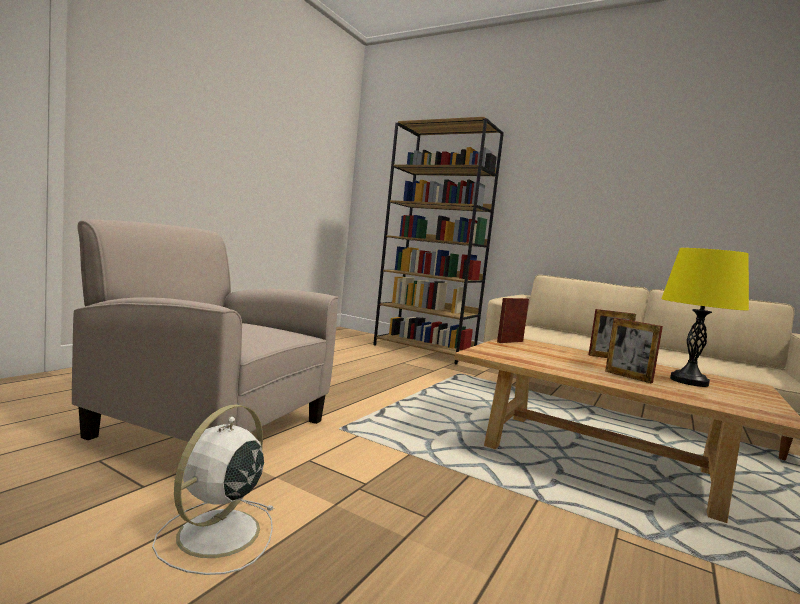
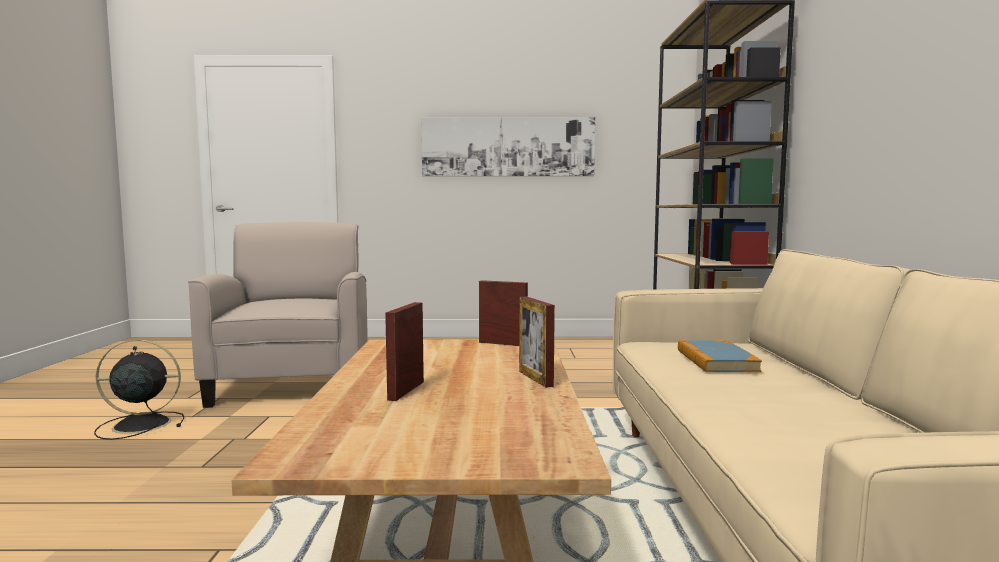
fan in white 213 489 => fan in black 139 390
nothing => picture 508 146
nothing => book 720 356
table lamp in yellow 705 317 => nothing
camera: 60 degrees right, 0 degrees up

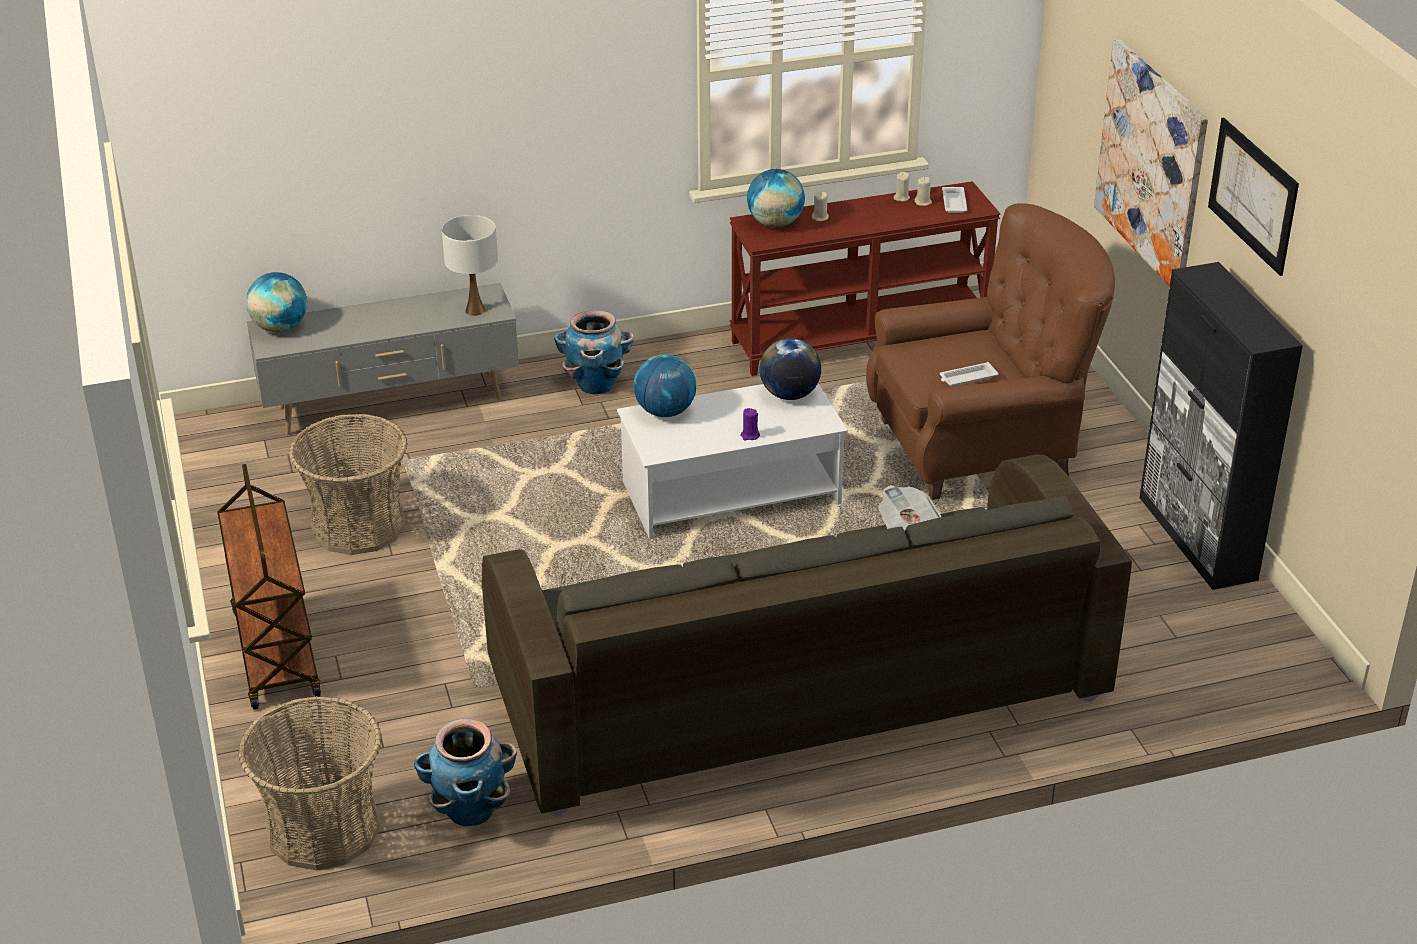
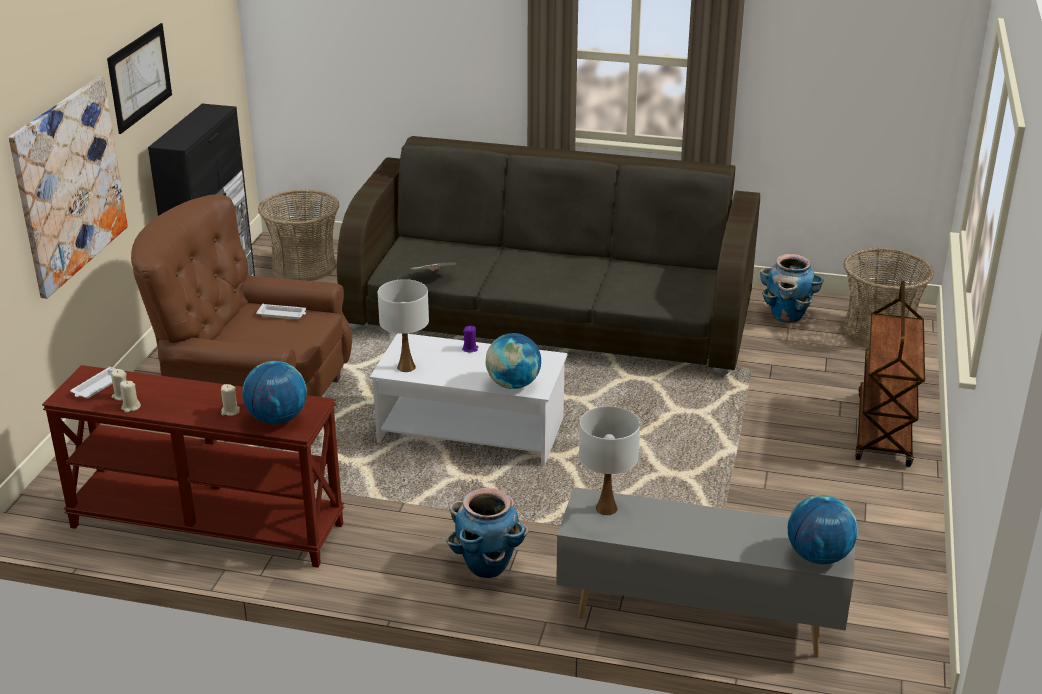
basket 348 484 => basket 298 235, shifted
globe 790 369 => table lamp in white 403 325
camera: 150 degrees left, 5 degrees down

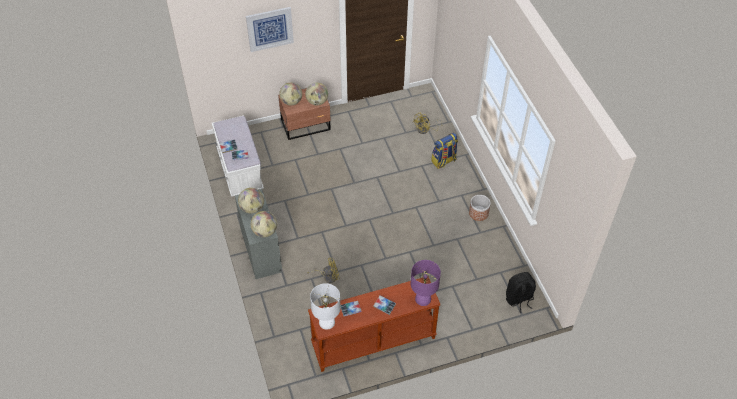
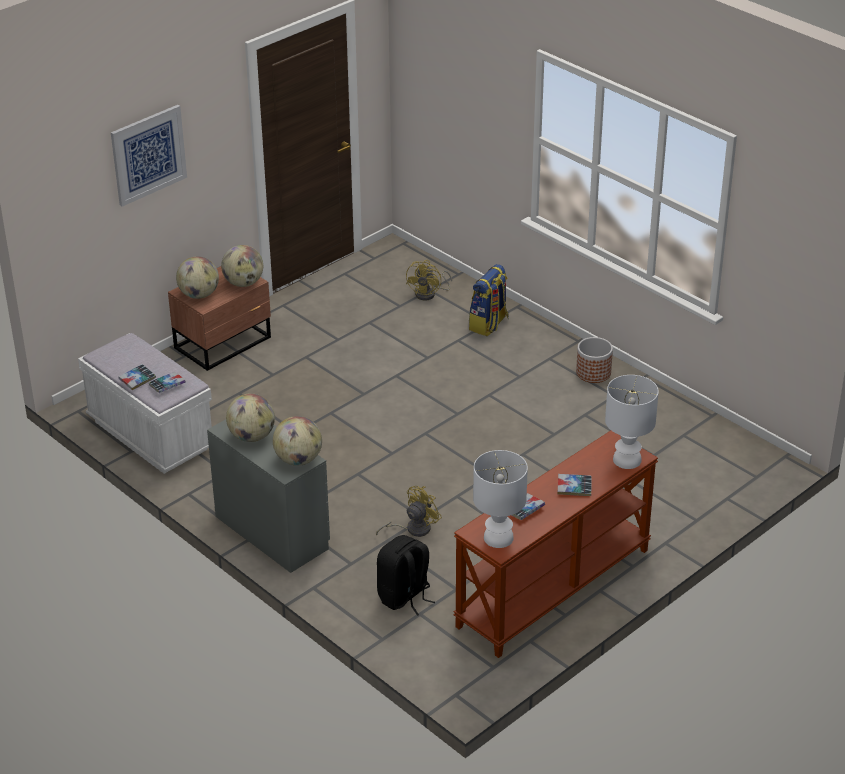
backpack in black 521 292 => backpack in black 406 575, shifted
table lamp in purple 426 283 => table lamp in white 632 422
camera: 25 degrees left, 15 degrees down

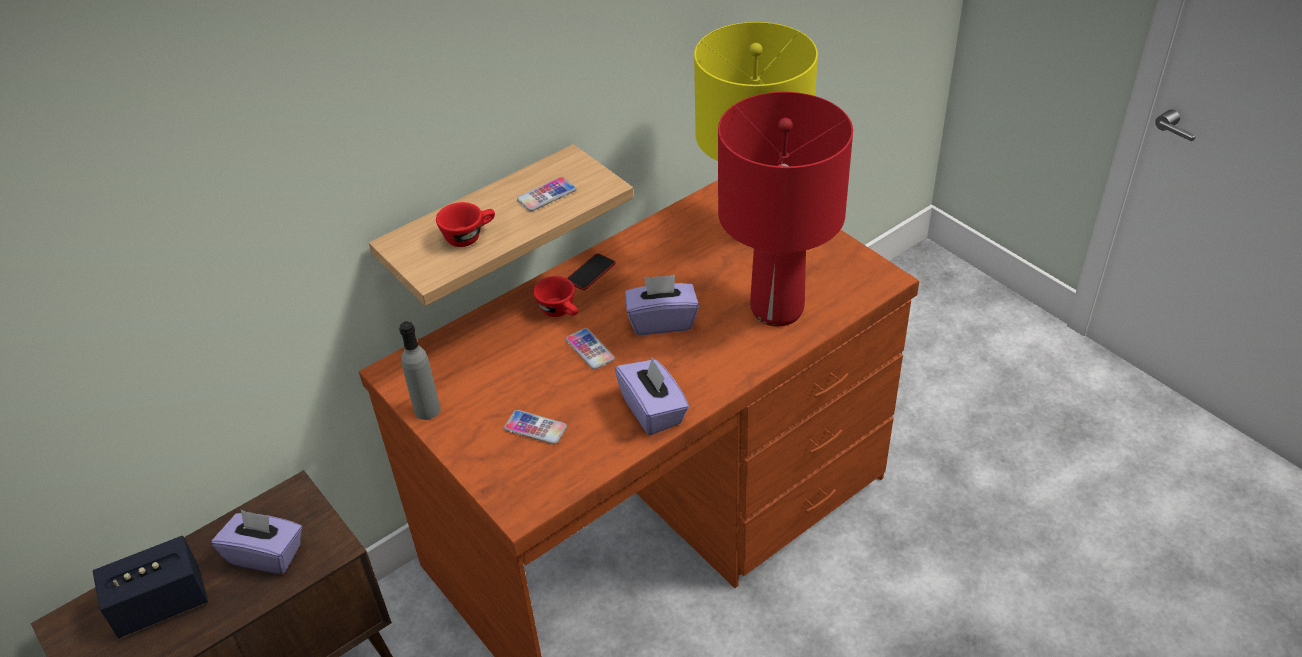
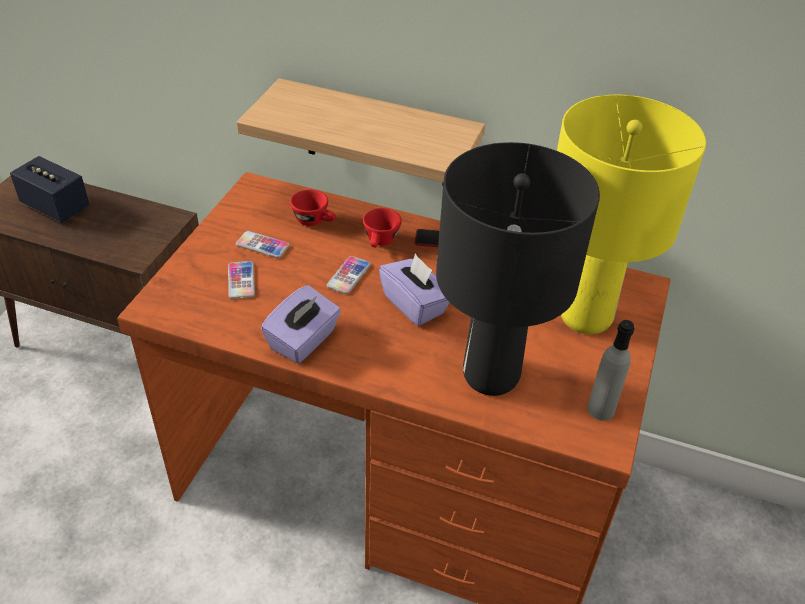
phone 547 194 => phone 263 244, shifted
cup in red 465 224 => cup in red 313 207, shifted
table lamp in red 785 209 => table lamp in black 518 269
bottle in grey 420 370 => bottle in grey 611 370, shifted
tissue box in purple 257 541 => nothing
camera: 55 degrees right, 0 degrees up

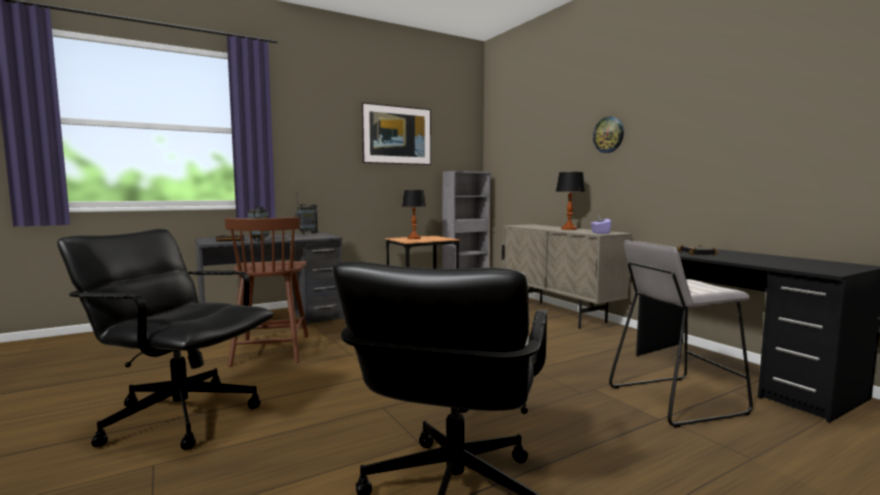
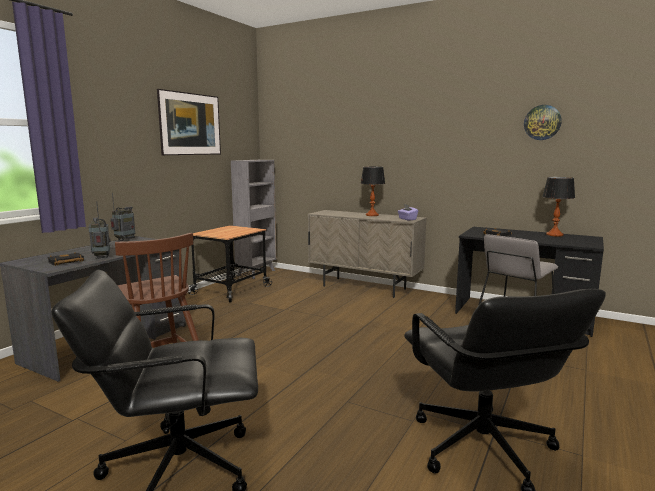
wall clock 608 134 => wall clock 543 122, shifted
table lamp 414 214 => table lamp 558 207, shifted
camera: 30 degrees left, 5 degrees up

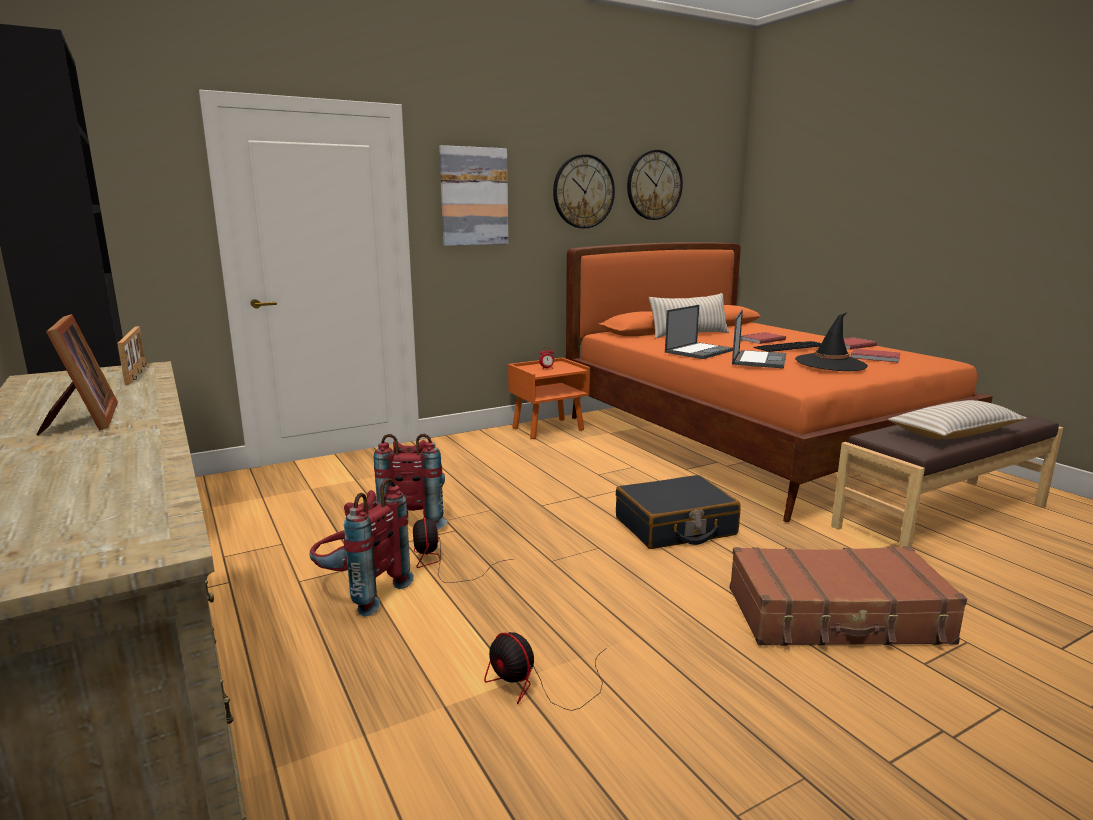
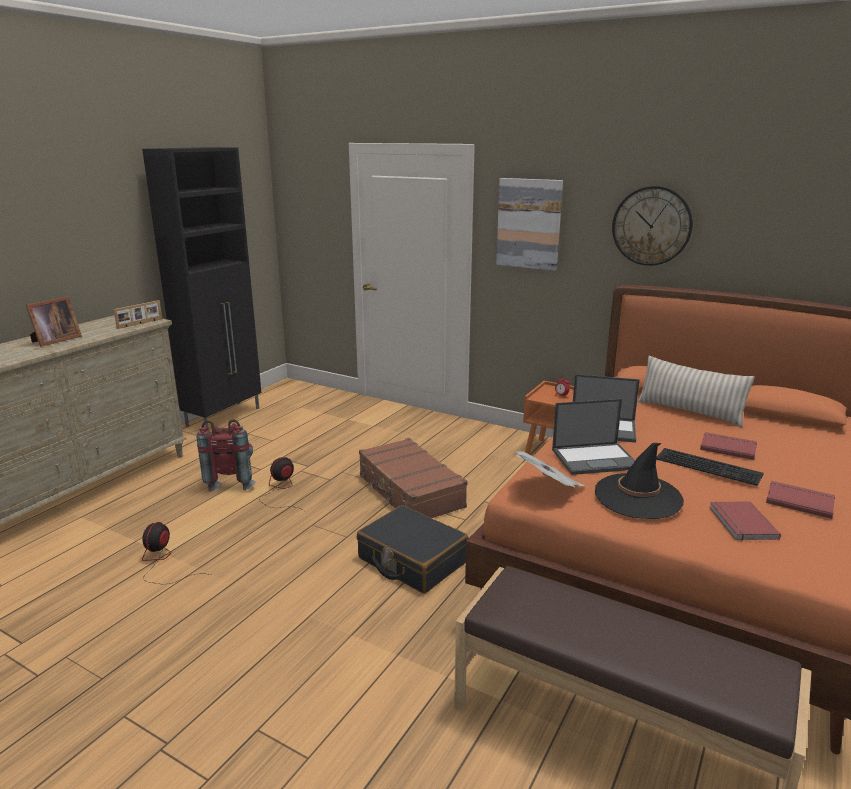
suitcase in brown 848 596 => suitcase in brown 413 478, shifted
nothing => newspaper 550 469
backpack in red 411 482 => nothing
wall clock 655 185 => nothing
pillow in beige 957 419 => nothing
camera: 60 degrees right, 5 degrees up

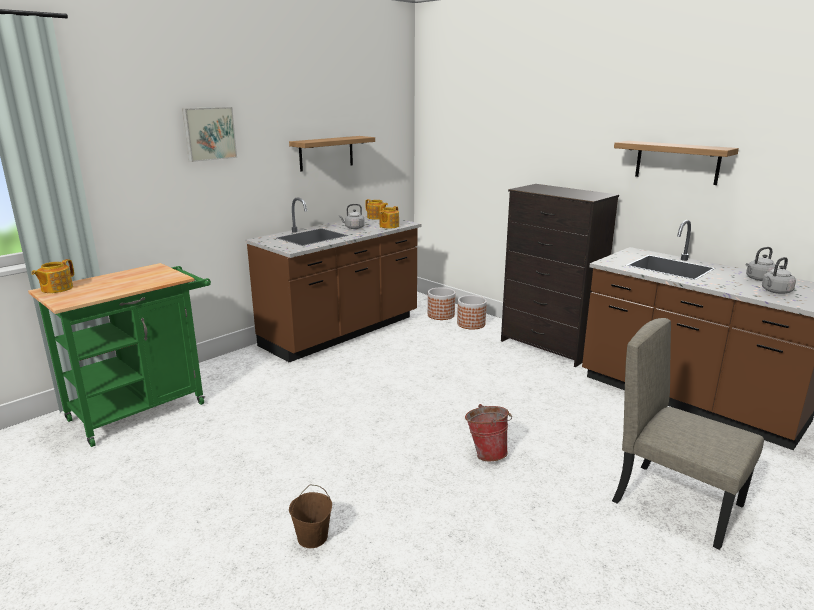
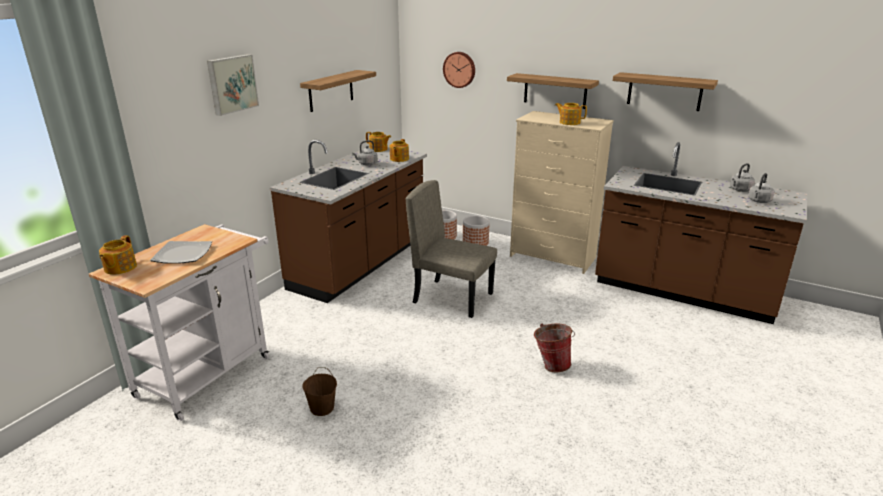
cart in green 119 355 => cart in white 179 322
nothing => plate 181 252
bucket in brown 310 516 => bucket in brown 319 391, shifted
chair in beige 688 434 => chair in beige 451 249, shifted
nothing => wall clock 459 70
nothing => shelf 553 91
dresser in black 560 275 => dresser in beige 562 192
nothing => teapot 571 114
camera: 15 degrees left, 5 degrees up

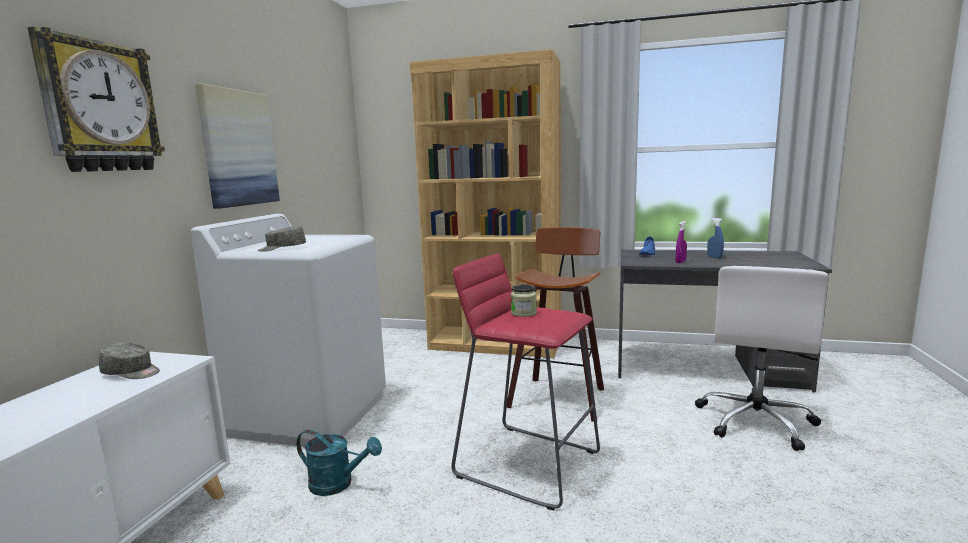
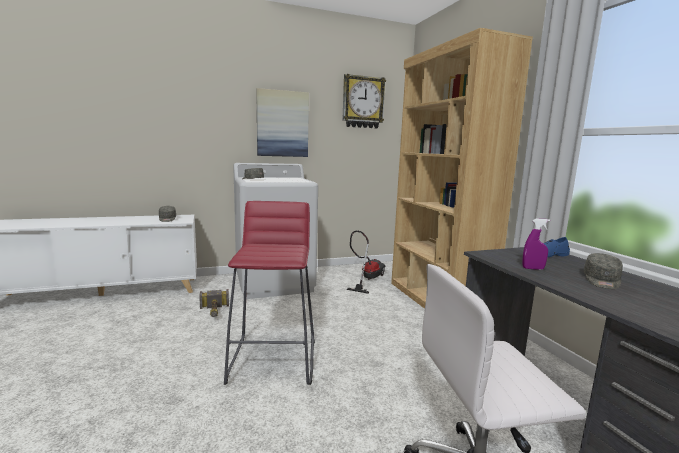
watering can in turquoise 339 463 => hammer 214 303
wall clock 96 99 => wall clock 364 101, shifted
nothing => vacuum cleaner 366 262
spray bottle in blue 715 238 => cap in grey 603 271
stool 555 324 => nothing
jar 524 300 => nothing
camera: 55 degrees right, 0 degrees up

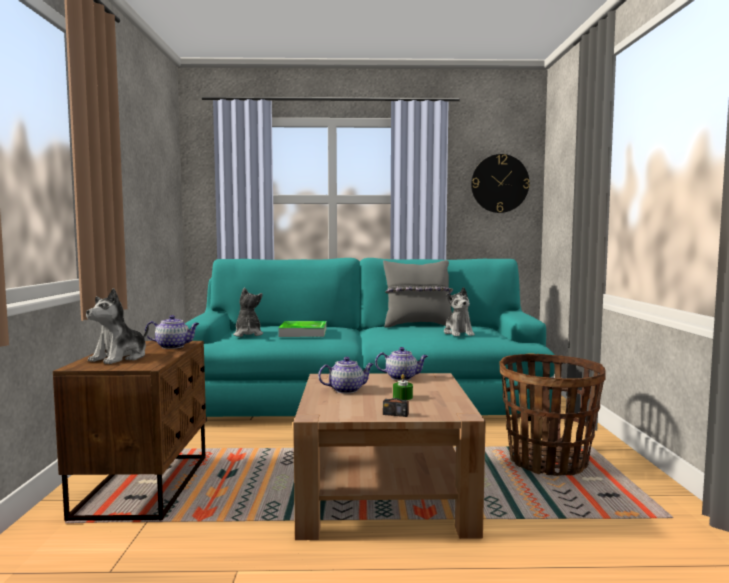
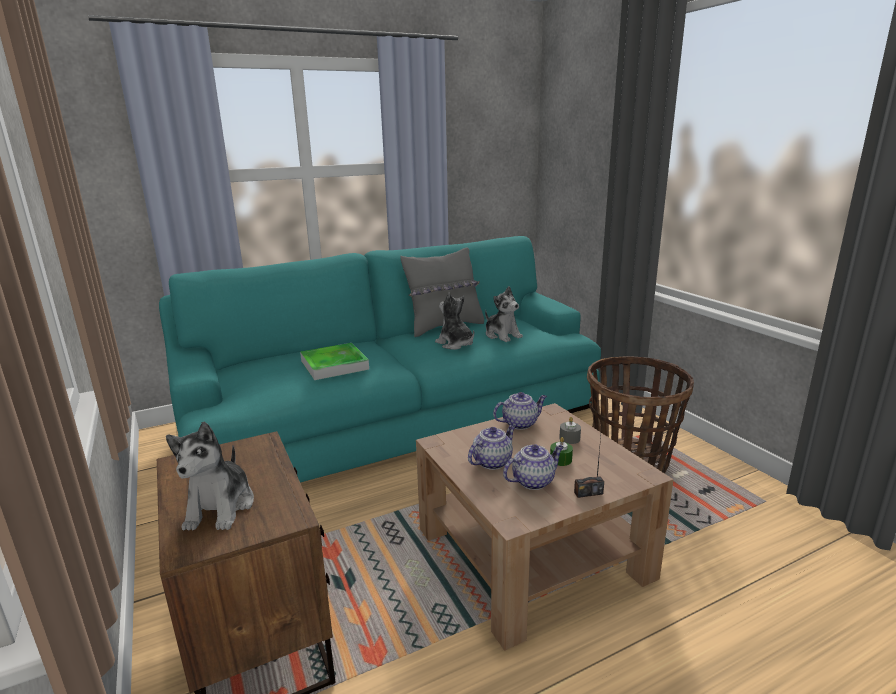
plush toy 248 312 => plush toy 454 321, shifted
teapot 172 332 => teapot 533 467, shifted
nothing => candle in grey 570 430
wall clock 500 183 => nothing
camera: 25 degrees left, 15 degrees up

